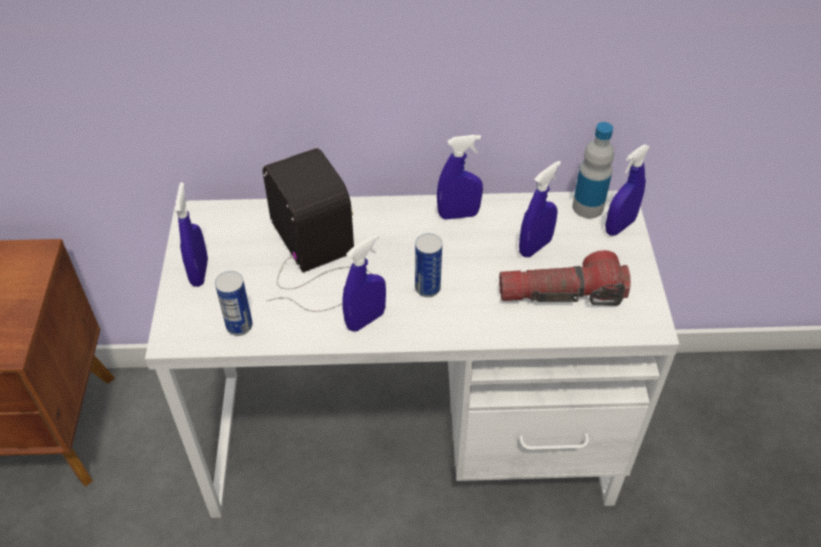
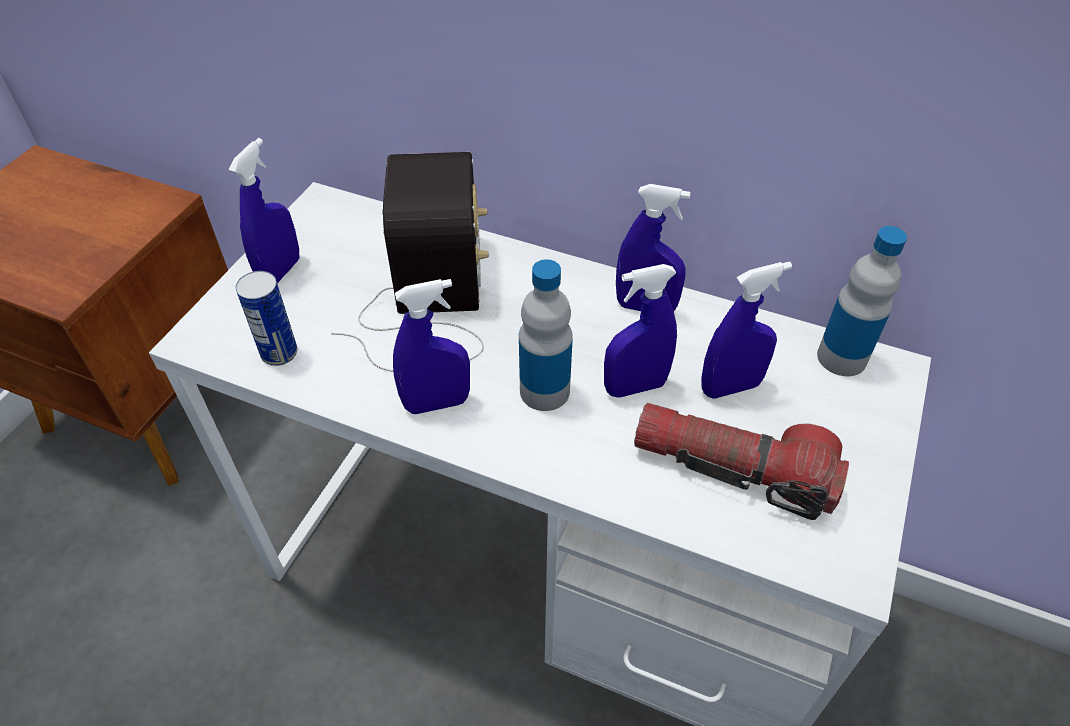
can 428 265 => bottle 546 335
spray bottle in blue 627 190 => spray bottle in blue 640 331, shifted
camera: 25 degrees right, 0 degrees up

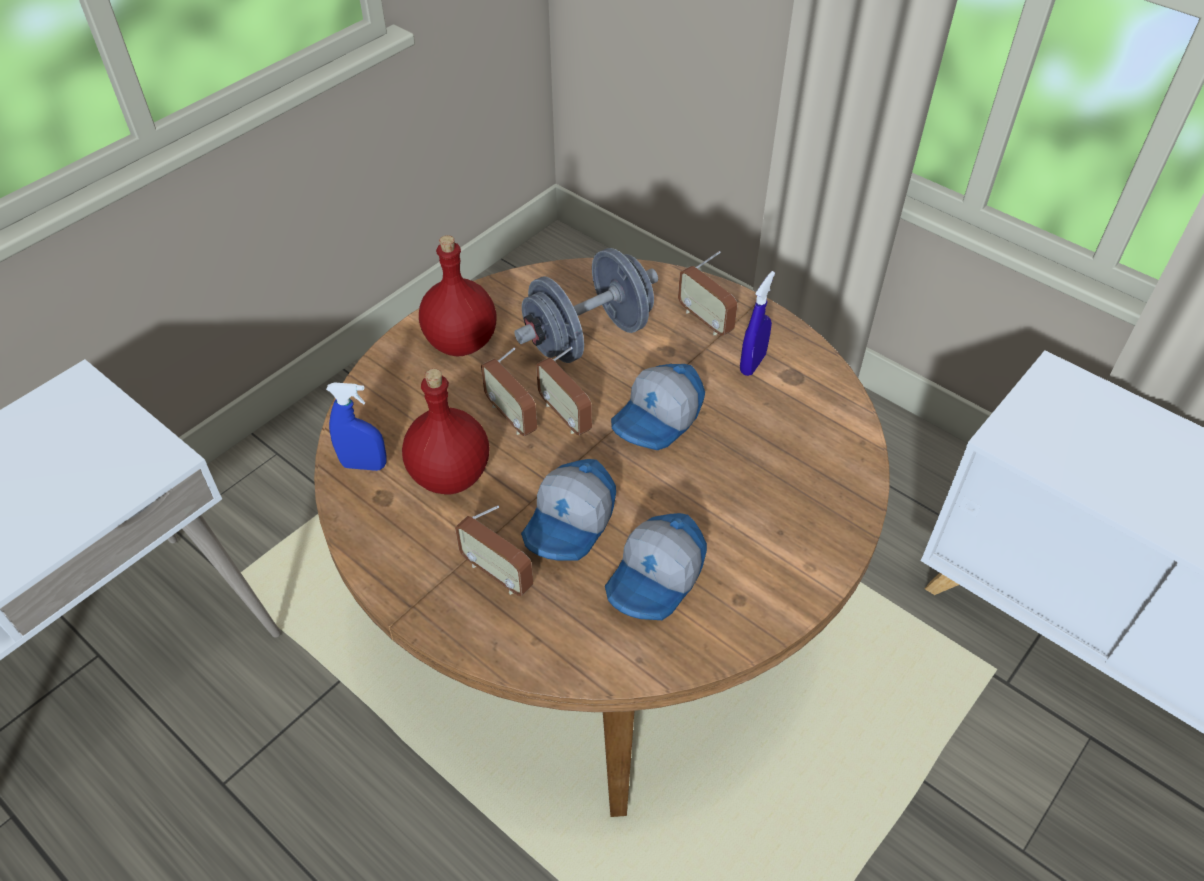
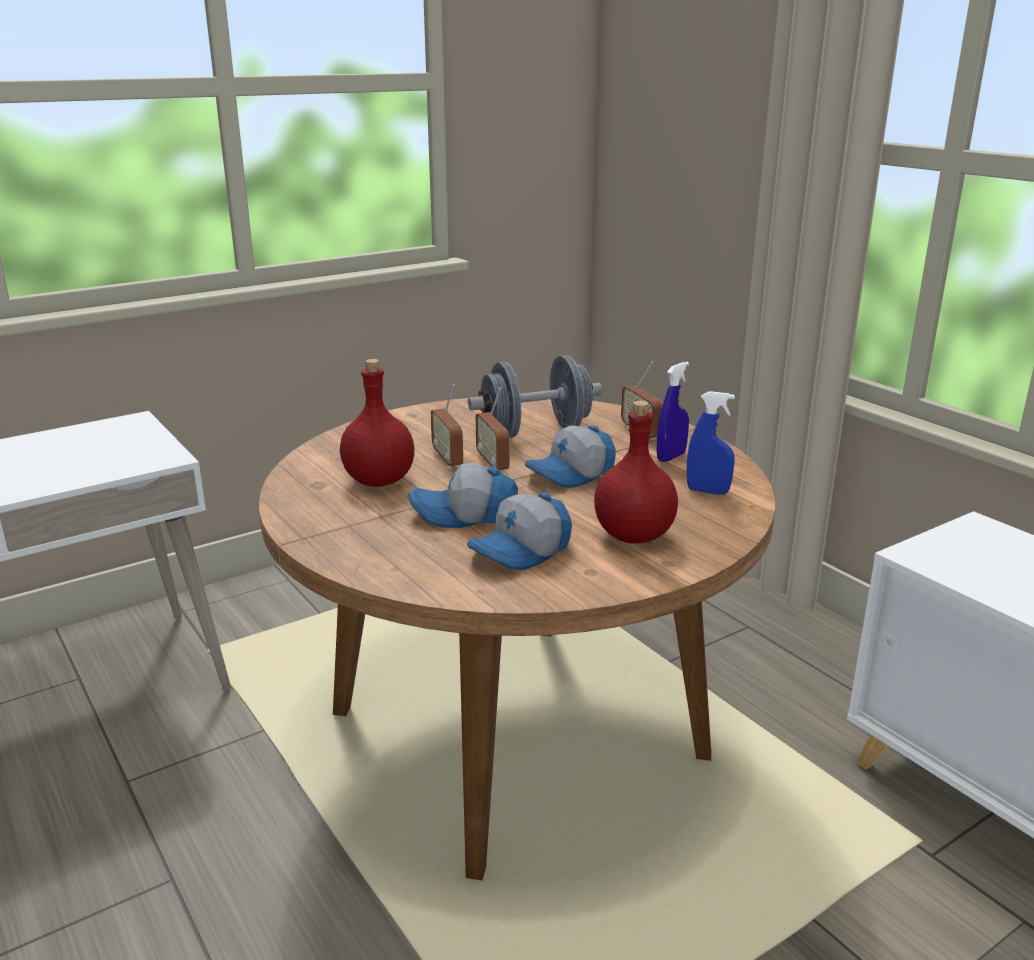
cap 568 510 => cap 463 495, 45 degrees clockwise
bottle in red 458 295 => bottle in red 636 472, shifted
spray bottle in blue 356 426 => spray bottle in blue 710 443, shifted
radio 494 550 => nothing
camera: 15 degrees right, 25 degrees down

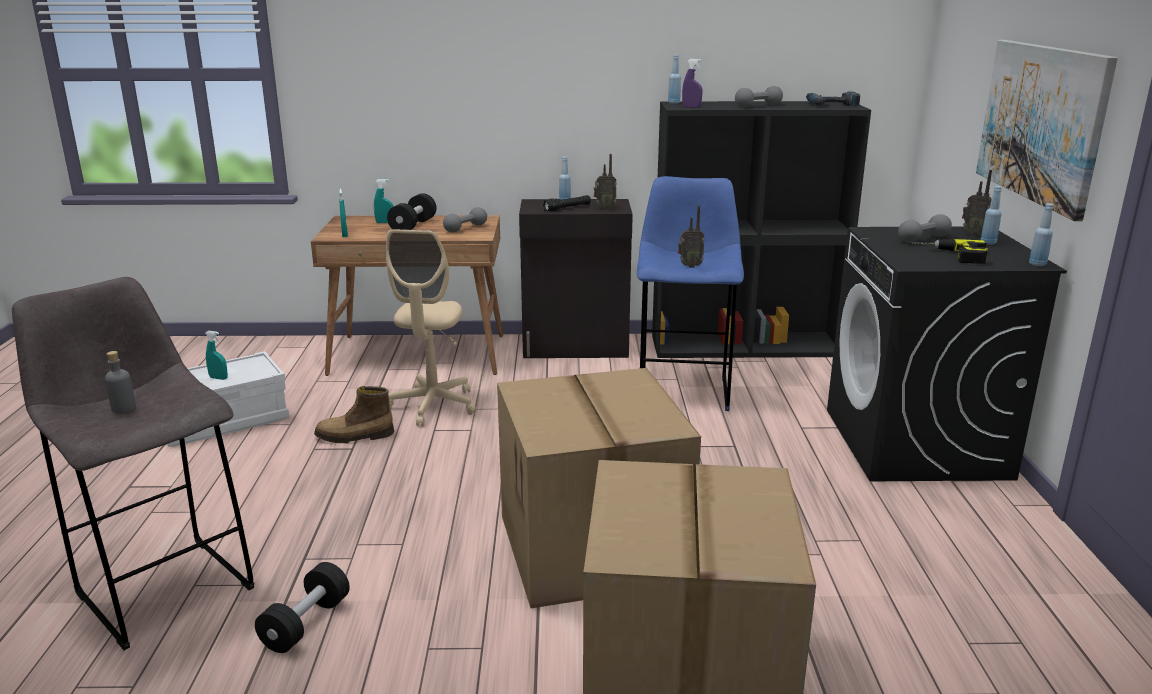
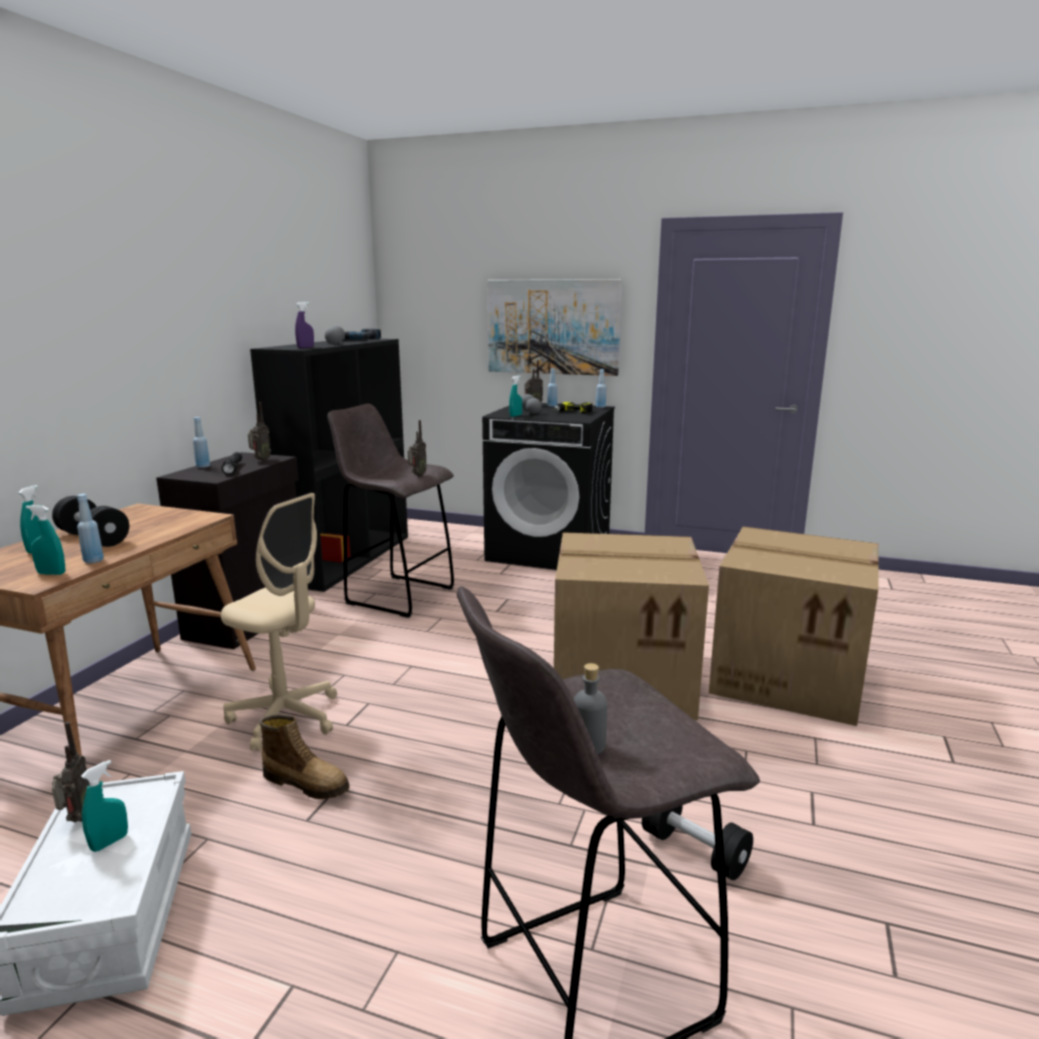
nothing => radio 71 772
bottle in blue 674 79 => bottle in blue 90 528, shifted
boot 354 414 => boot 304 756, 75 degrees counterclockwise
stool in blue 690 293 => stool in grey 390 511
nothing => spray bottle in turquoise 515 396
dumbbell in grey 465 220 => nothing
camera: 70 degrees left, 5 degrees down

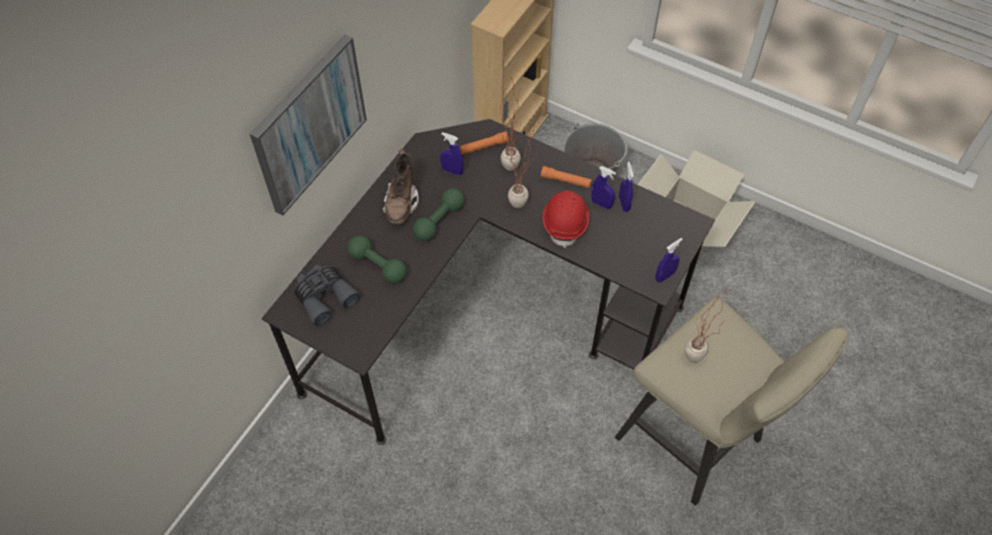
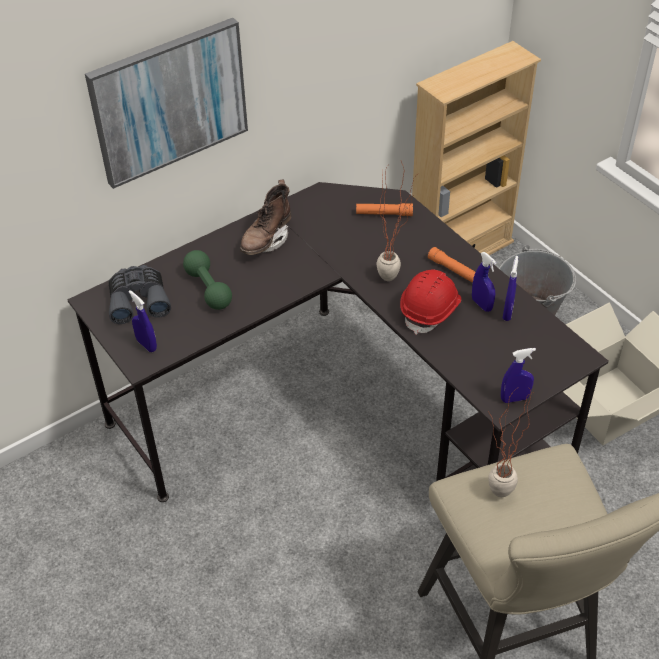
spray bottle in blue 452 154 => spray bottle in blue 143 321, shifted
dumbbell in green 438 214 => nothing
potted plant 511 123 => nothing
camera: 25 degrees right, 10 degrees down

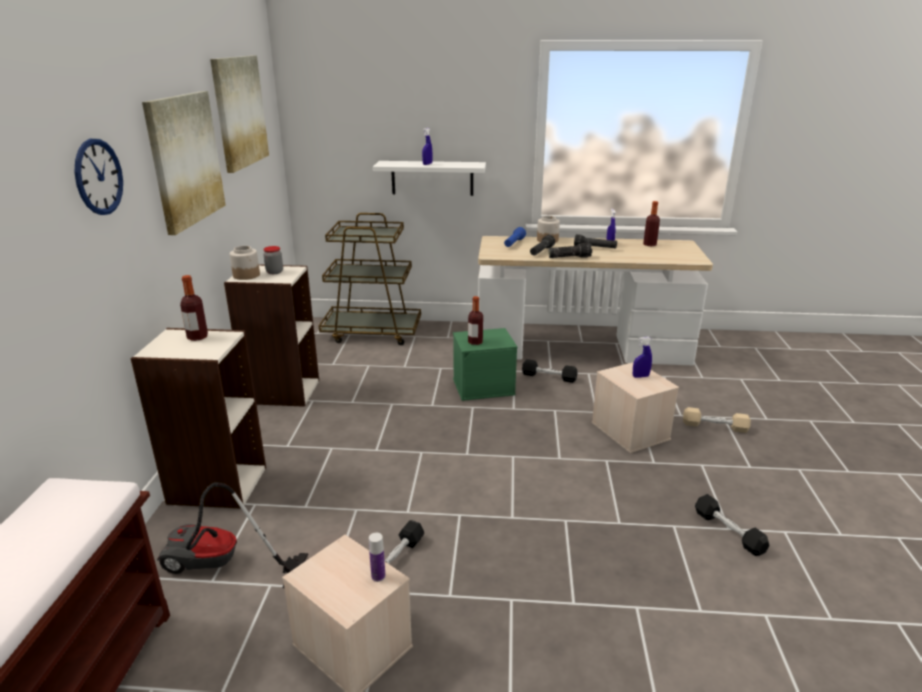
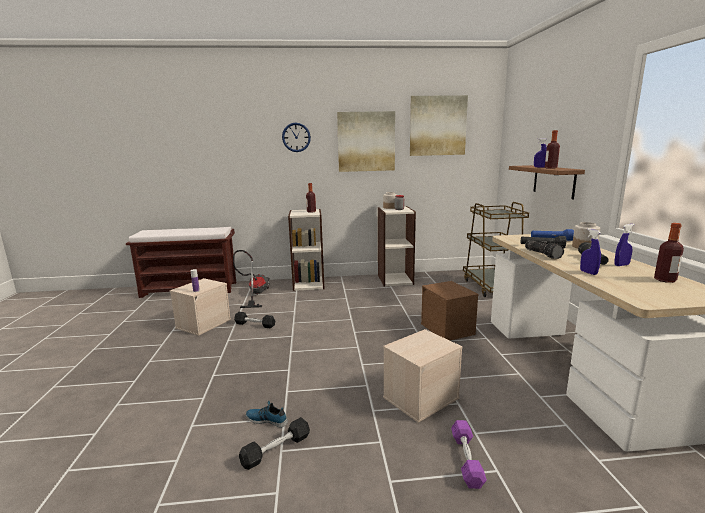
nothing => shoe 267 414
storage box in green 485 364 => storage box in brown 450 310
dumbbell in beige 717 420 => dumbbell in purple 469 454
shelf in white 429 178 => shelf in brown 547 182
bottle 475 320 => bottle 552 149, shifted
spray bottle in blue 642 357 => spray bottle in blue 590 252, shifted
dumbbell in black 550 371 => nothing
camera: 80 degrees right, 10 degrees down

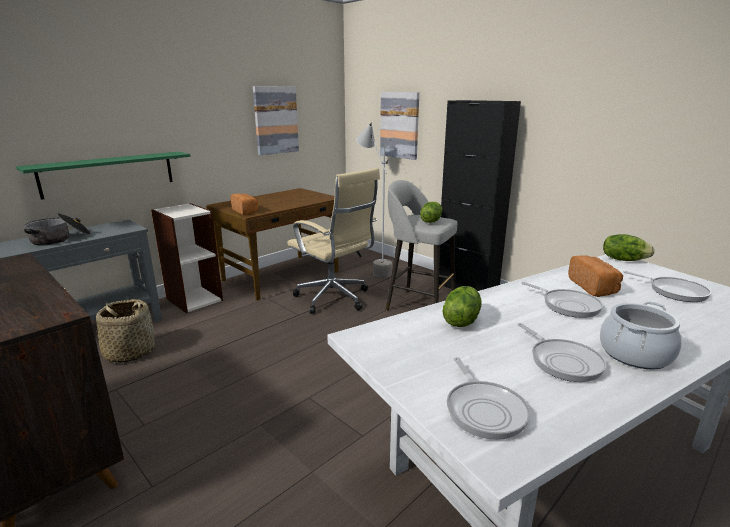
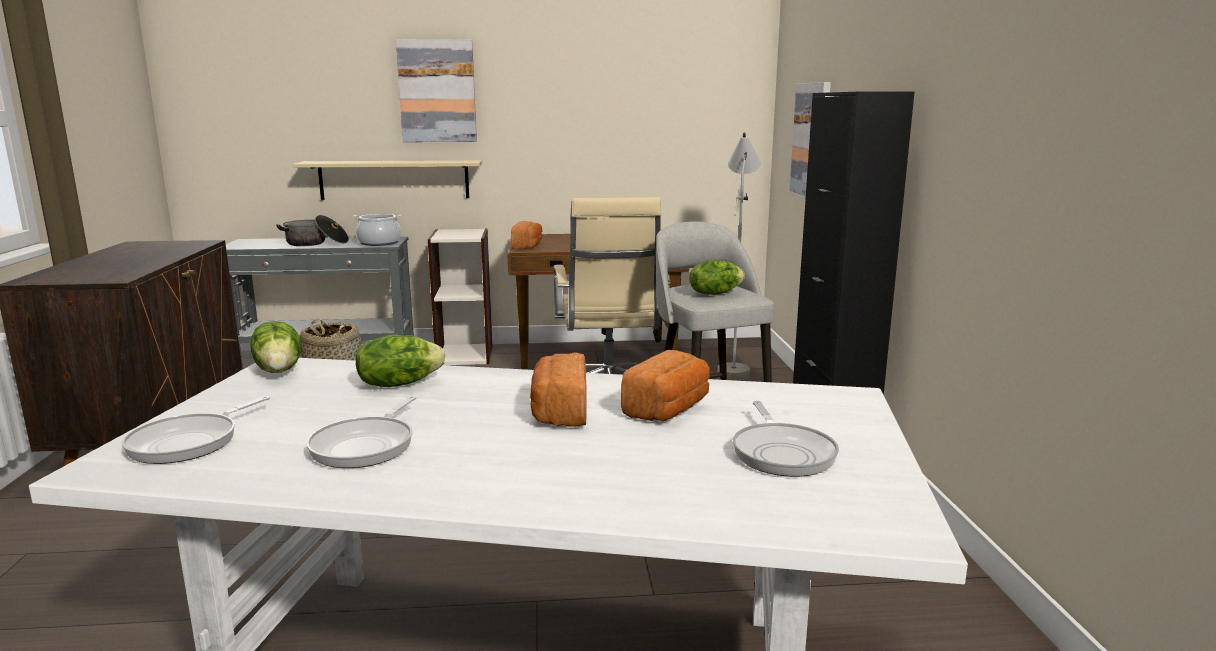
lettuce 629 247 => lettuce 276 347, shifted
shelf in green 103 176 => shelf in beige 387 180
cooking pot 641 335 => cooking pot 377 230, shifted
picture 276 120 => picture 436 90, shifted
frying pan 562 300 => bread 558 389
camera: 40 degrees right, 5 degrees down

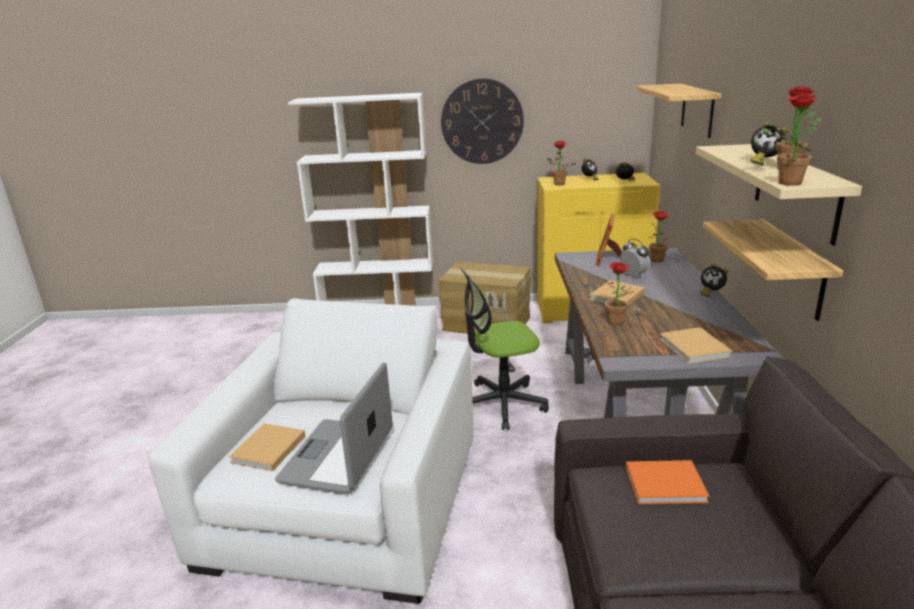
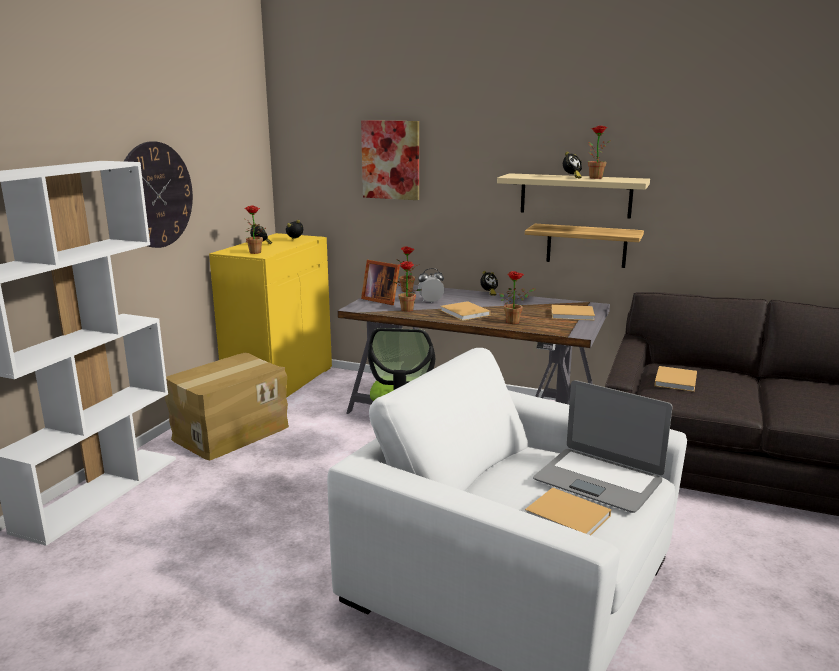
shelf 679 111 => picture 390 160
potted plant 794 139 => potted plant 405 286, shifted
book in orange 667 482 => book in beige 675 379
camera: 70 degrees left, 5 degrees down

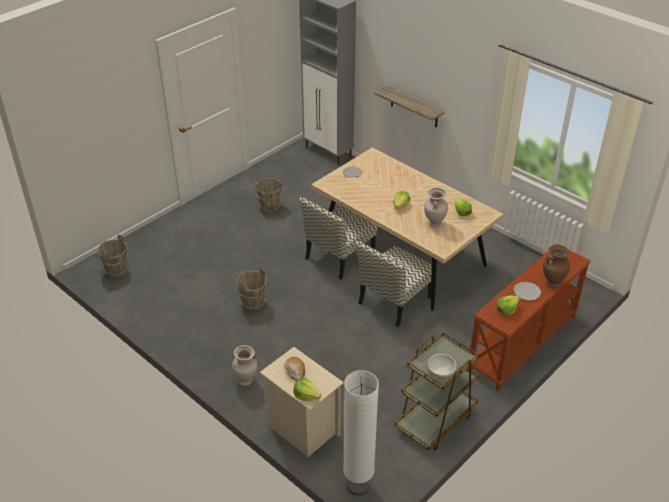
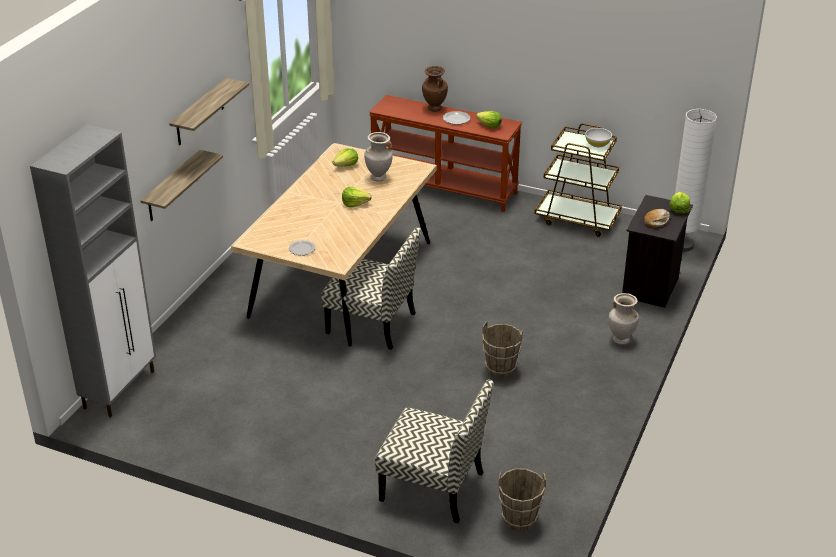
nothing => shelf 209 111
chair 394 284 => chair 434 451, shifted
nightstand in beige 302 402 => nightstand in black 657 251
bucket in brown 268 195 => nothing
camera: 110 degrees left, 5 degrees down

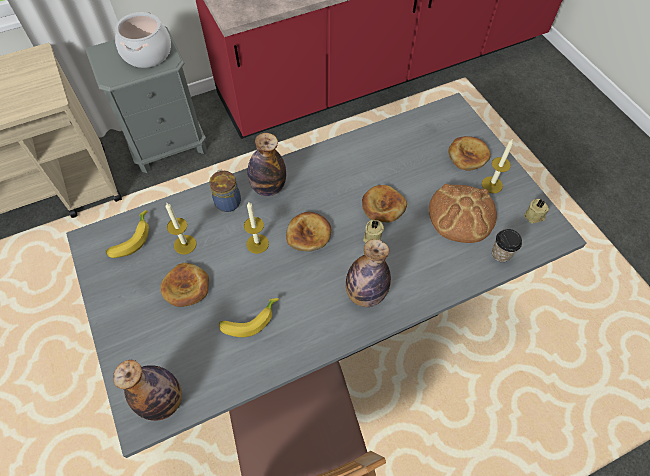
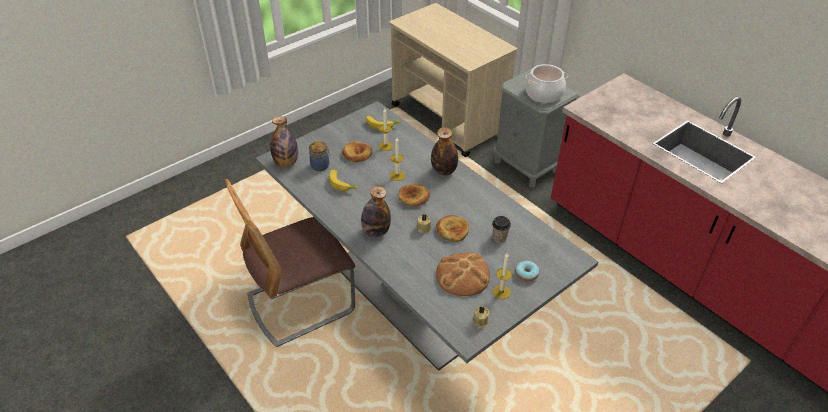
jar 225 191 => jar 319 156, shifted
cup 507 245 => cup 501 229, shifted
bread 469 153 => donut 527 271
camera: 75 degrees right, 15 degrees down

